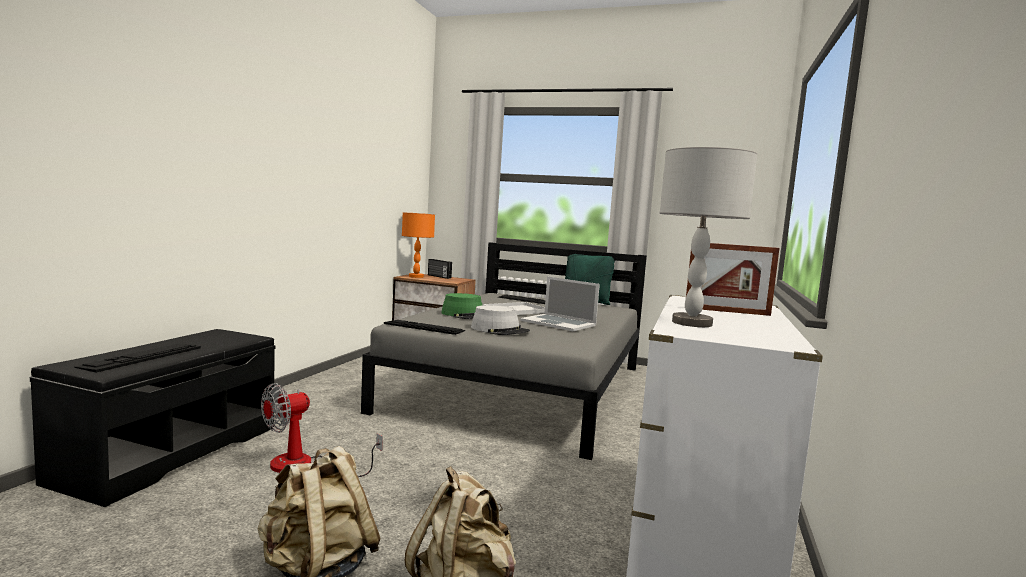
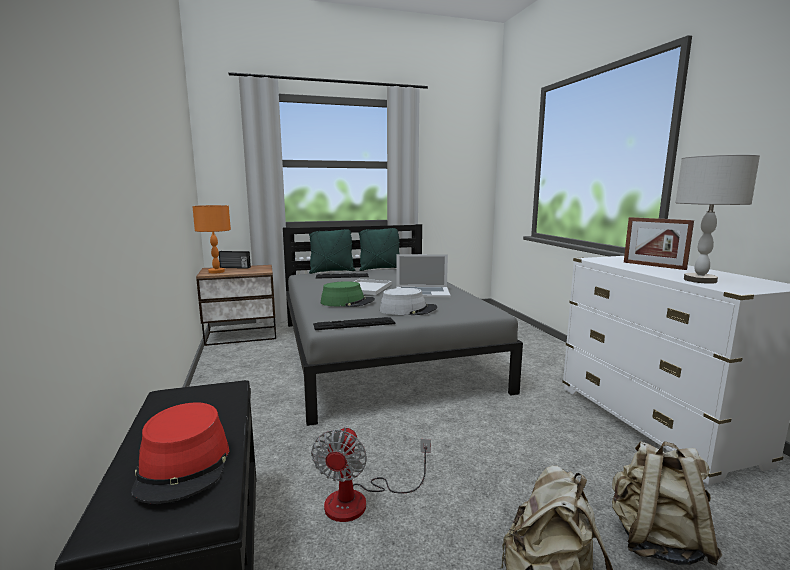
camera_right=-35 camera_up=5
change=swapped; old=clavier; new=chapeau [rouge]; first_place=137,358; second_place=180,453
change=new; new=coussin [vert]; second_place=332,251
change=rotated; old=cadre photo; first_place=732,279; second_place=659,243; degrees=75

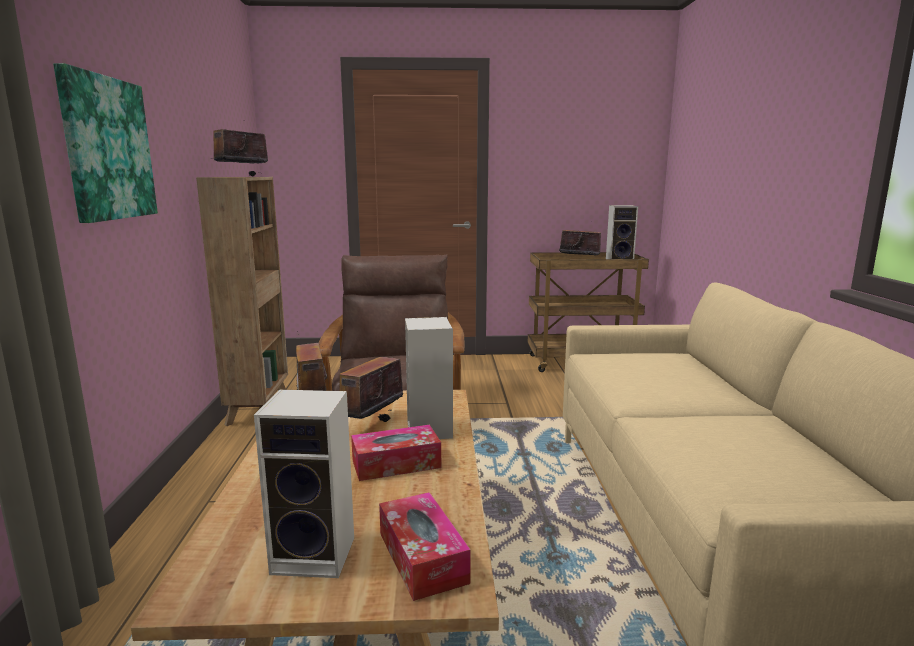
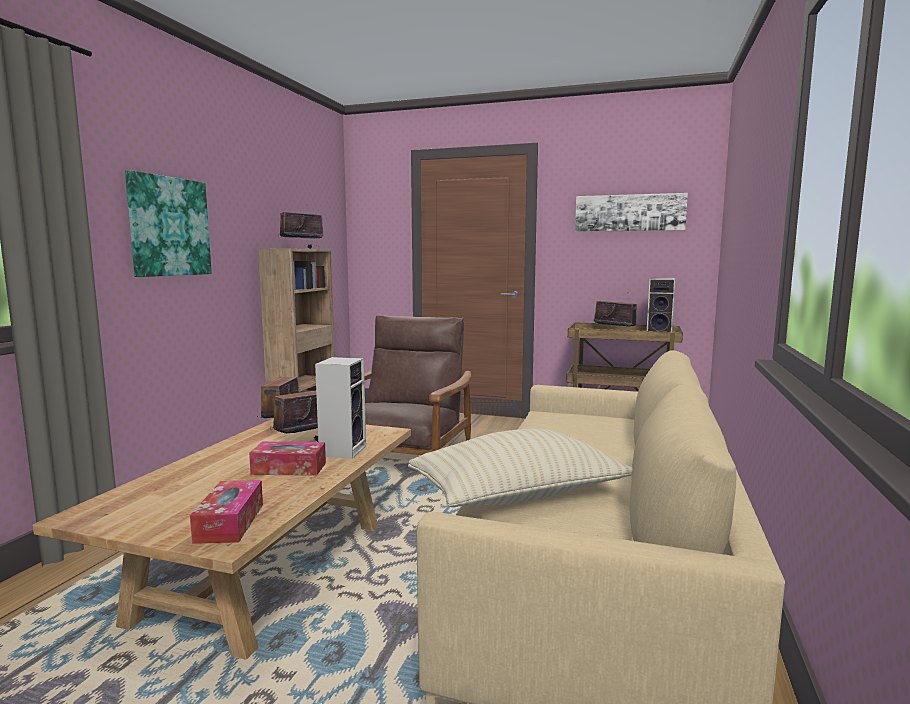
camera_right=20 camera_up=-5
change=new; new=coussin [beige]; second_place=520,467
change=new; new=tableau; second_place=631,212
change=gone; old=enceinte; first_place=304,483

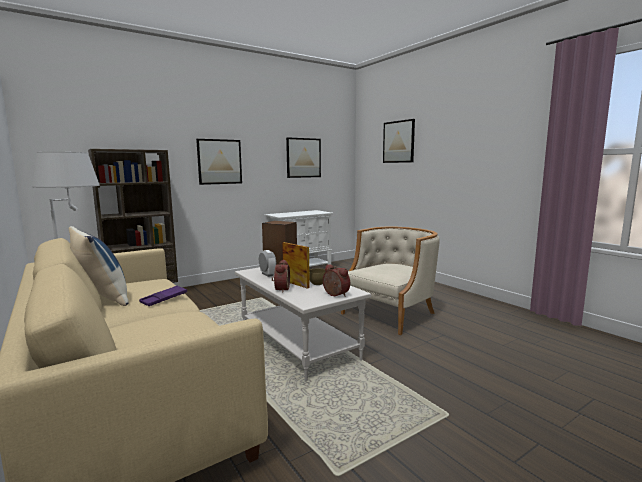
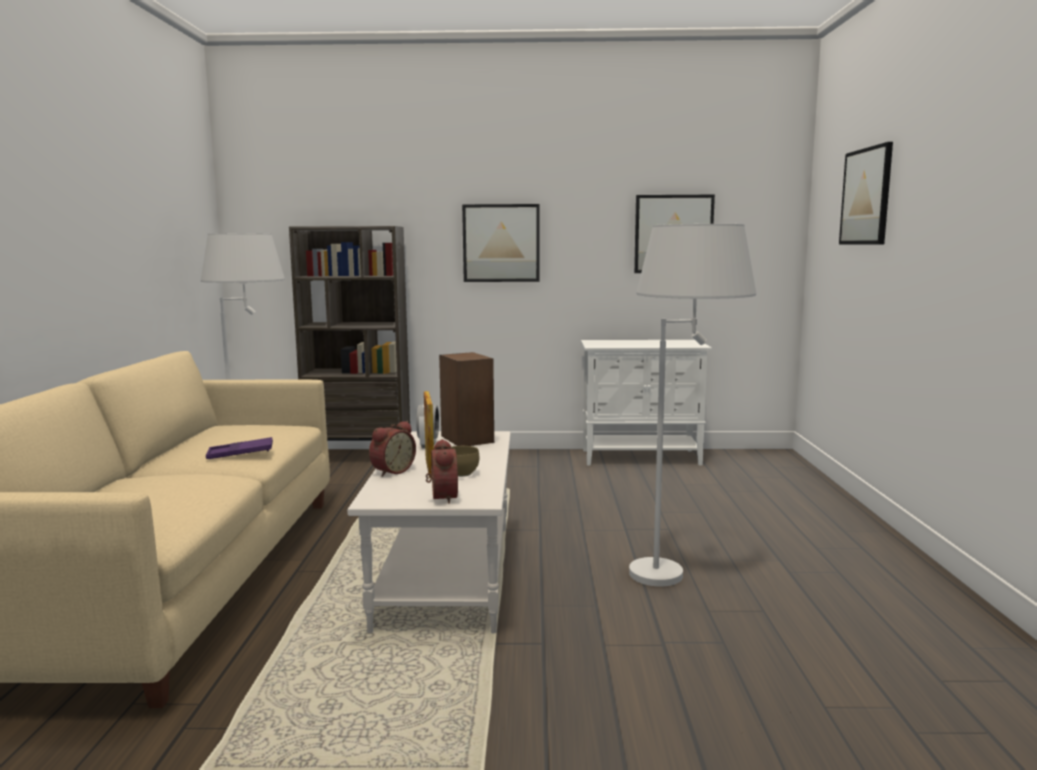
camera_right=35 camera_up=0
change=swapped; old=fauteuil [beige]; new=lampadaire [blanc]; first_place=390,280; second_place=692,405
change=gone; old=coussin [bleu]; first_place=99,266

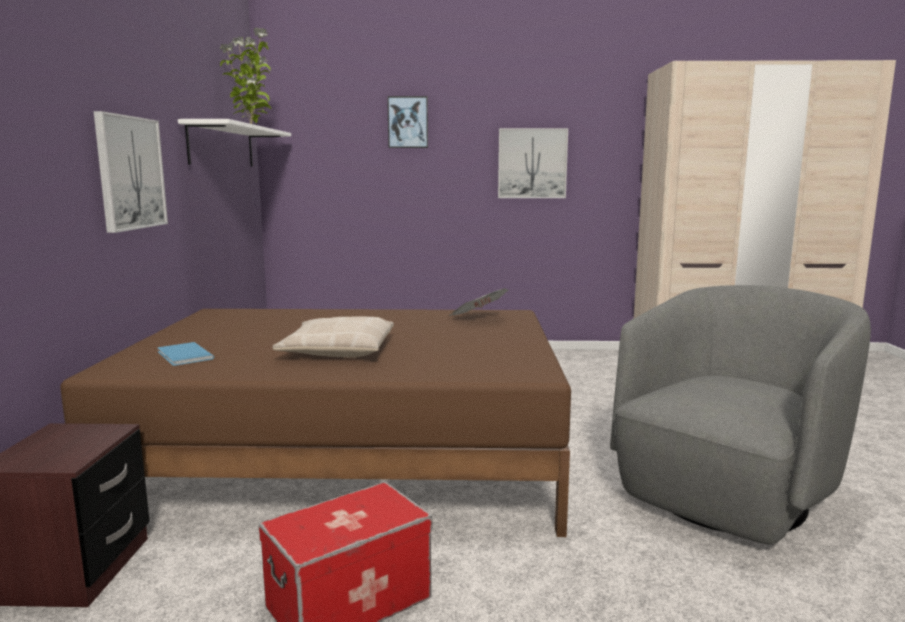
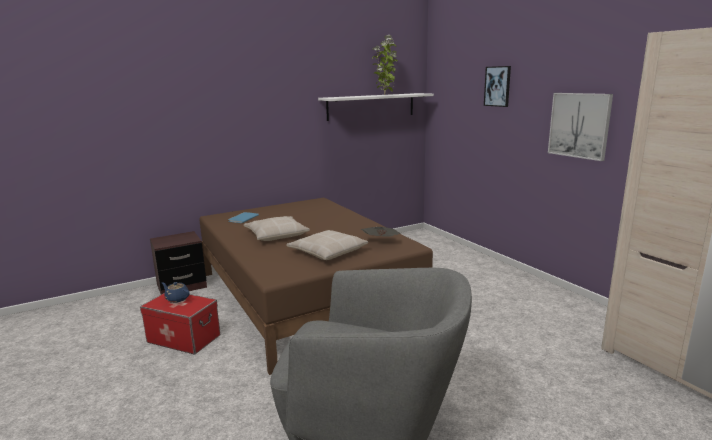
camera_right=60 camera_up=5
change=new; new=théière [bleu]; second_place=176,292
change=new; new=coussin [beige]; second_place=327,245
change=gone; old=tableau; first_place=130,172

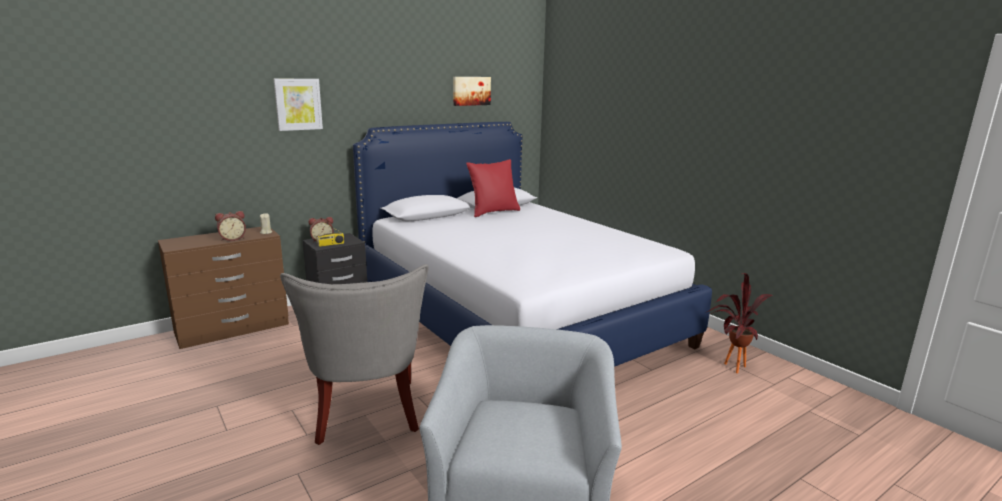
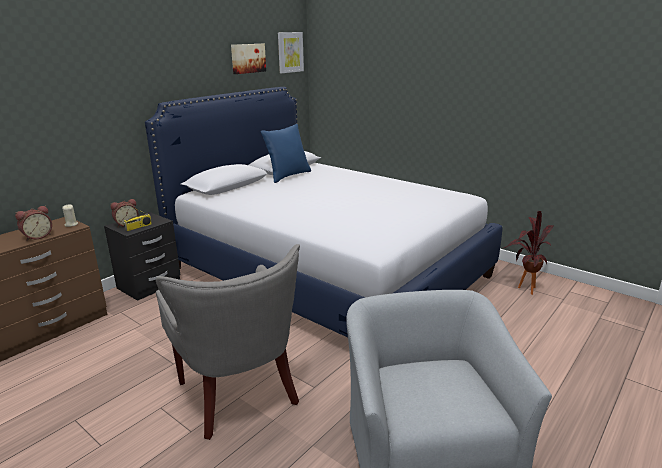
camera_right=-15 camera_up=5
change=repainted; old=coussin [rouge]; new=coussin [bleu]; first_place=493,188; second_place=286,153
change=shifted; old=tableau; first_place=298,105; second_place=291,52

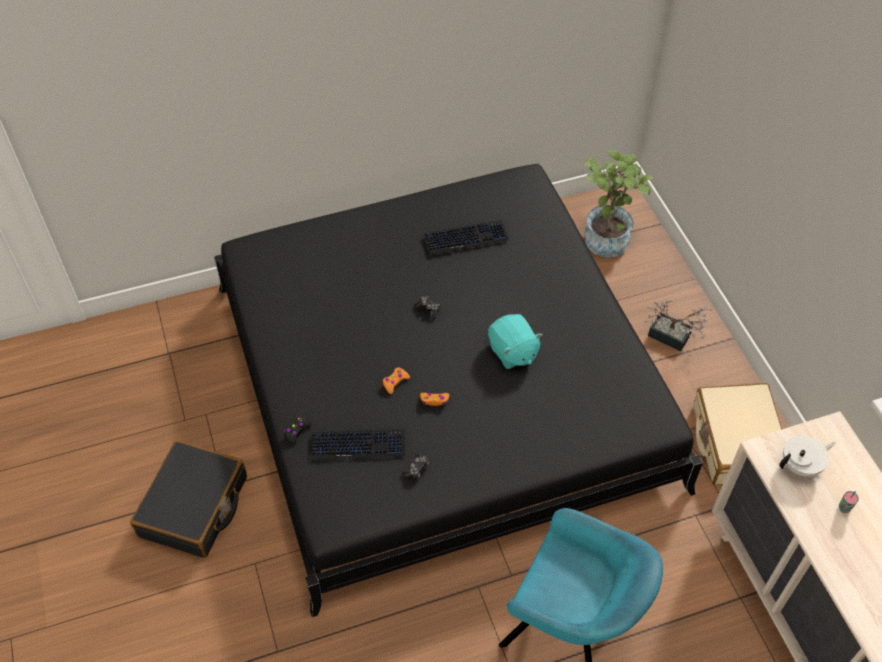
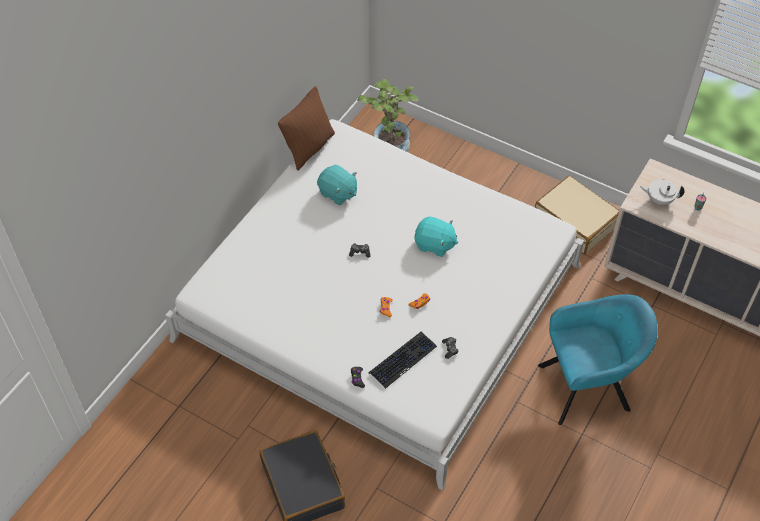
camera_right=-40 camera_up=0
change=repainted; old=lit [noir]; new=lit [blanc]; first_place=458,390; second_place=374,305
change=new; new=coussin [marron]; second_place=306,128
change=swapped; old=clavier; new=peluche [turquoise]; first_place=466,237; second_place=337,185
change=rotated; old=théière [blanc]; first_place=807,456; second_place=662,192; degrees=-105
change=gone; old=plante en pot; first_place=677,325

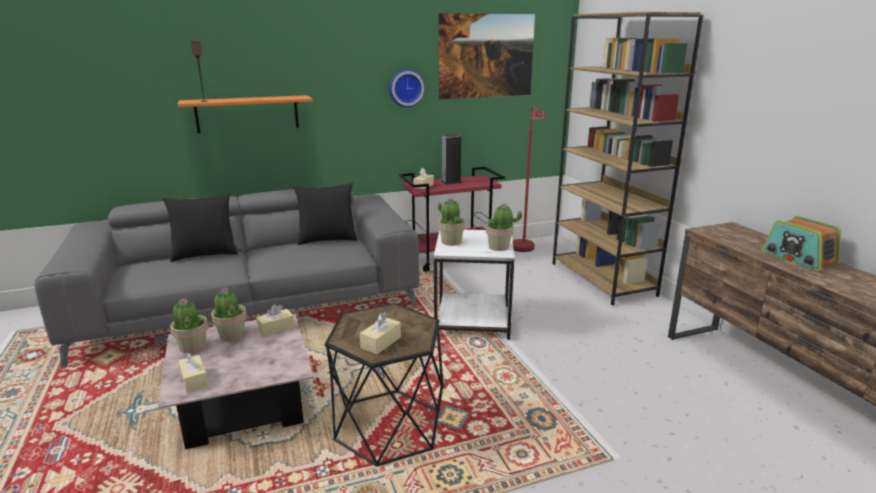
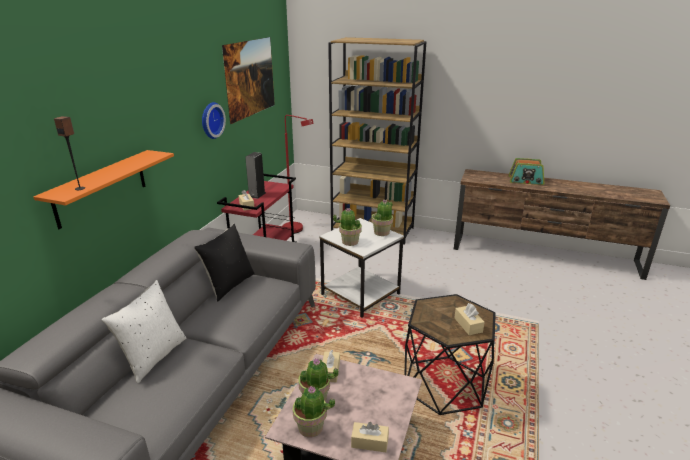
camera_right=-50 camera_up=5
change=repainted; old=coussin [noir]; new=coussin [blanc]; first_place=200,227; second_place=144,331

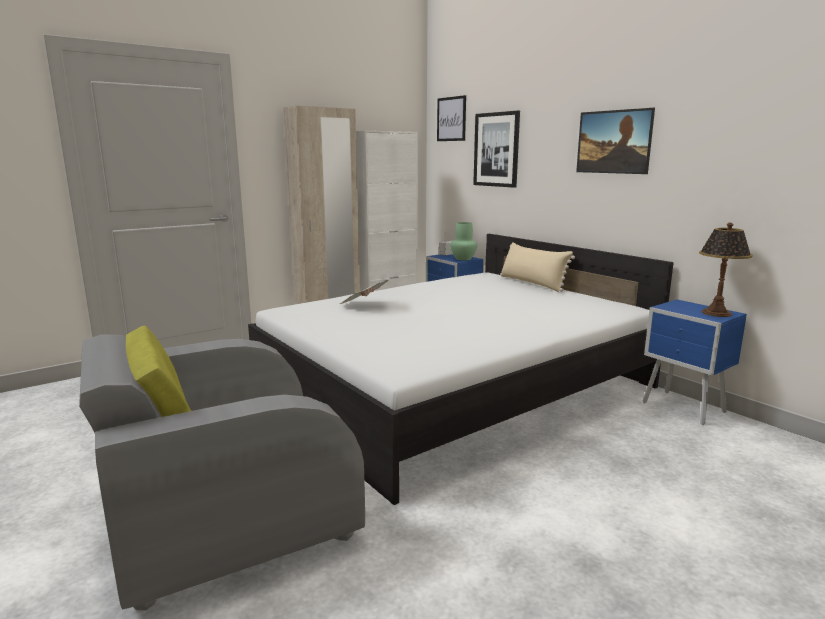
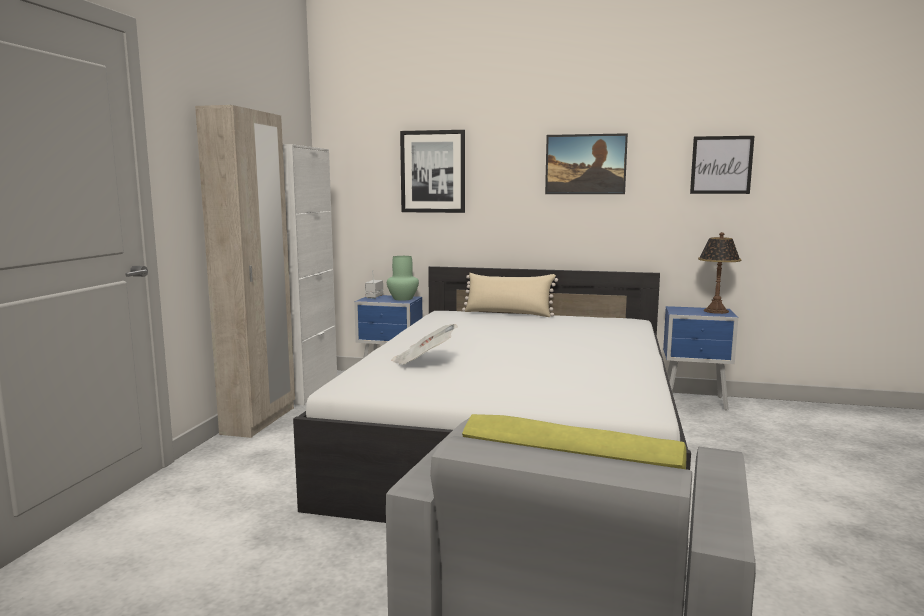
camera_right=-40 camera_up=-5
change=shifted; old=tableau; first_place=451,118; second_place=722,165

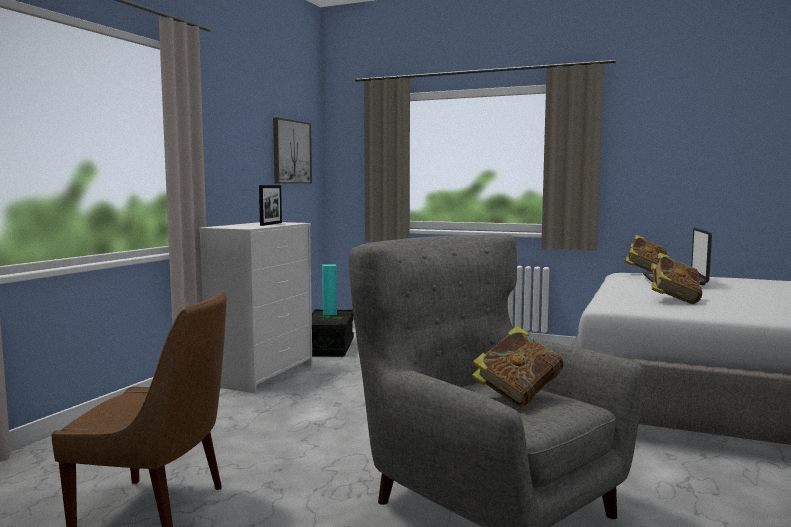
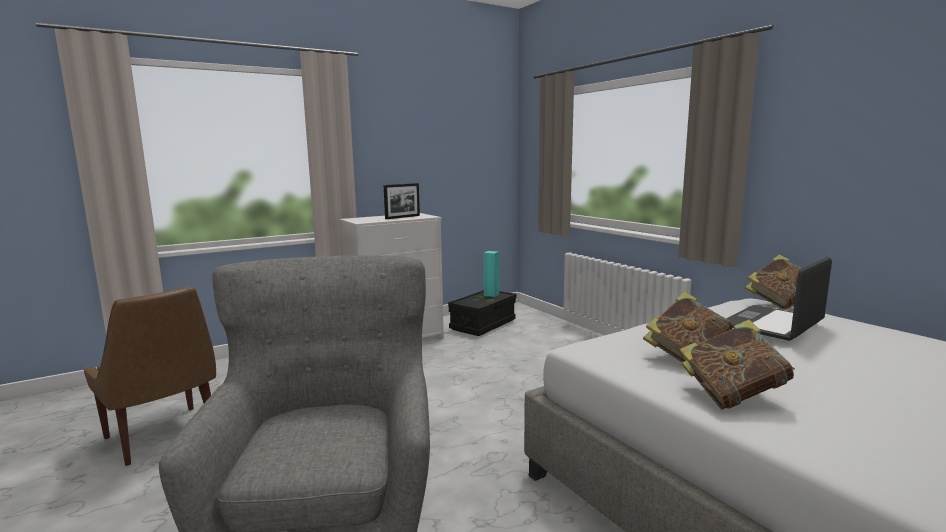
camera_right=35 camera_up=5
change=shifted; old=livre; first_place=518,366; second_place=737,364
change=gone; old=tableau; first_place=292,150

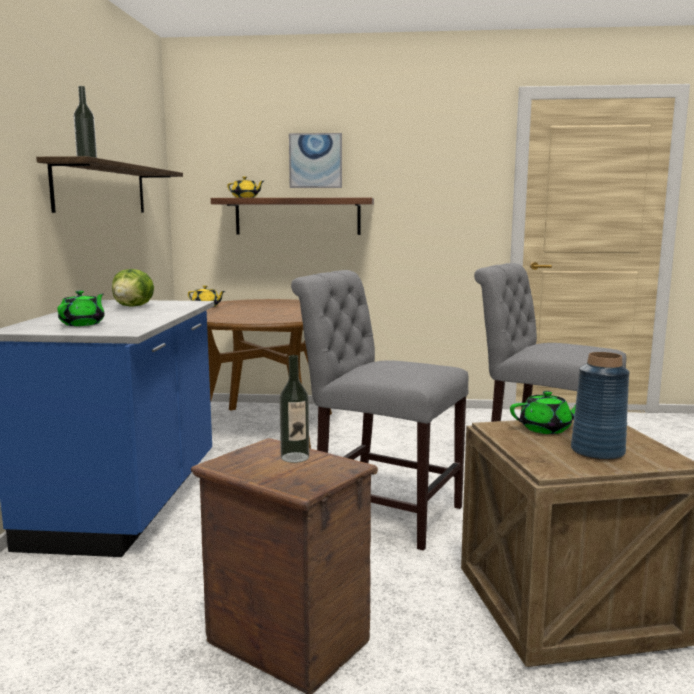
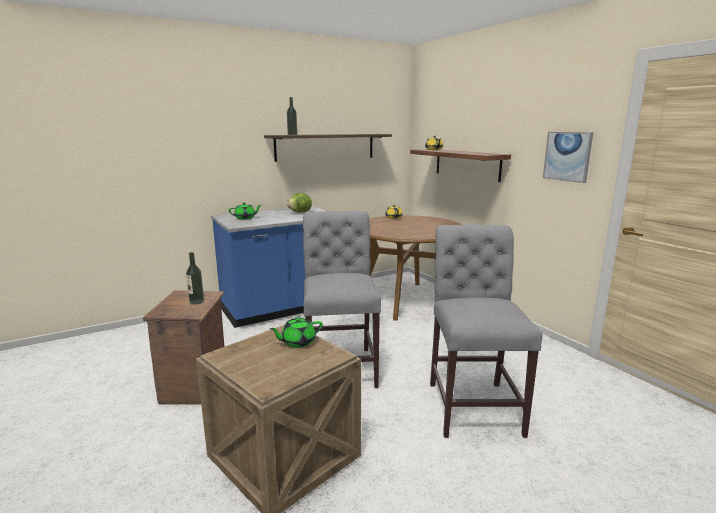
camera_right=55 camera_up=5
change=rotated; old=théière [vert]; first_place=543,412; second_place=296,332; degrees=105
change=shifted; old=tableau; first_place=315,160; second_place=568,157
change=gone; old=vase [bleu]; first_place=600,406

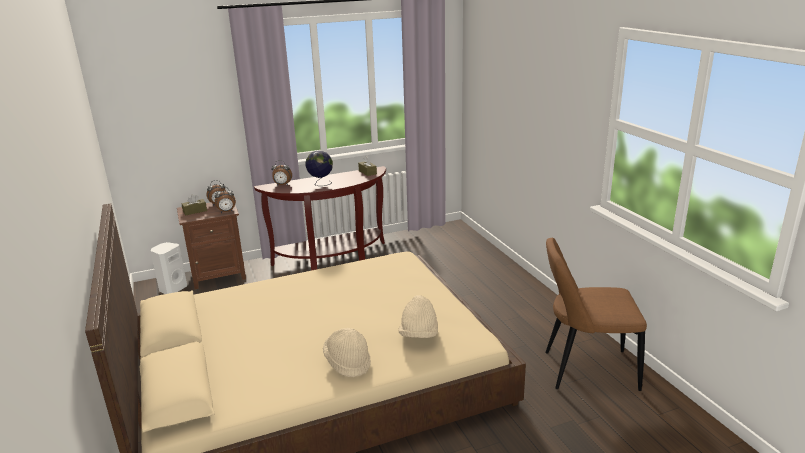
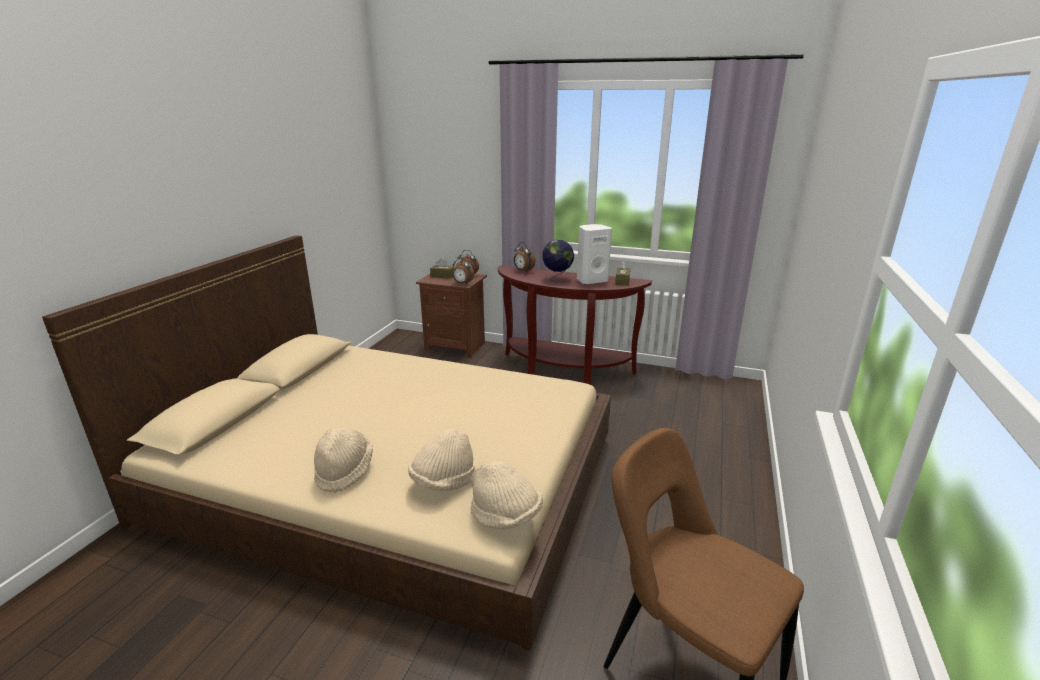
camera_right=40 camera_up=0
change=new; new=chapeau [beige]; second_place=506,495
change=shifted; old=enceinte [blanc]; first_place=168,268; second_place=594,254

